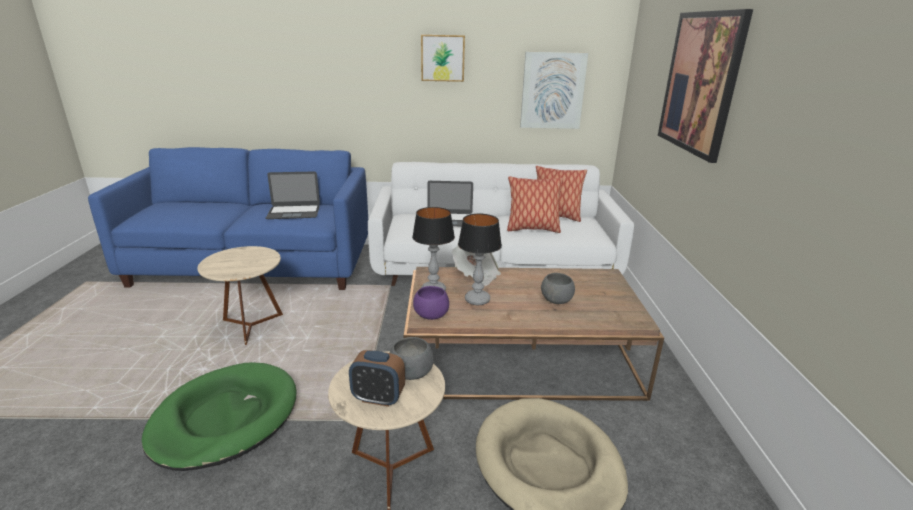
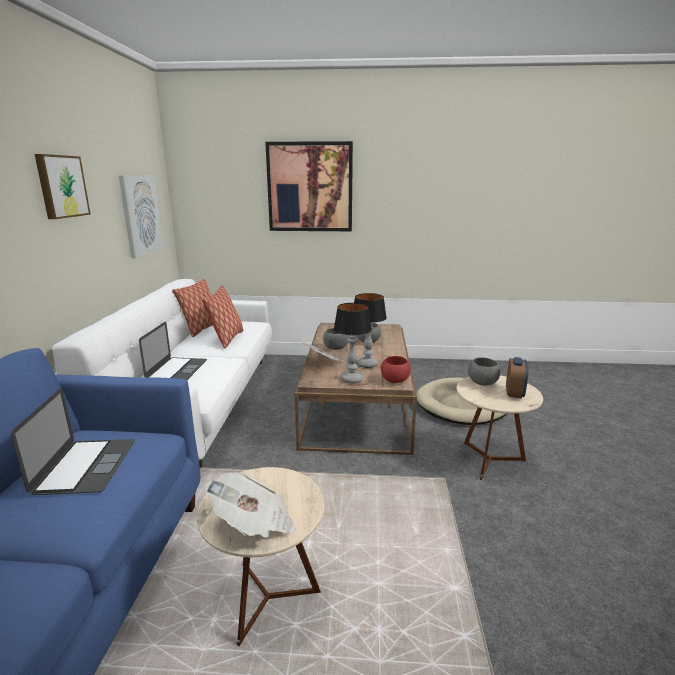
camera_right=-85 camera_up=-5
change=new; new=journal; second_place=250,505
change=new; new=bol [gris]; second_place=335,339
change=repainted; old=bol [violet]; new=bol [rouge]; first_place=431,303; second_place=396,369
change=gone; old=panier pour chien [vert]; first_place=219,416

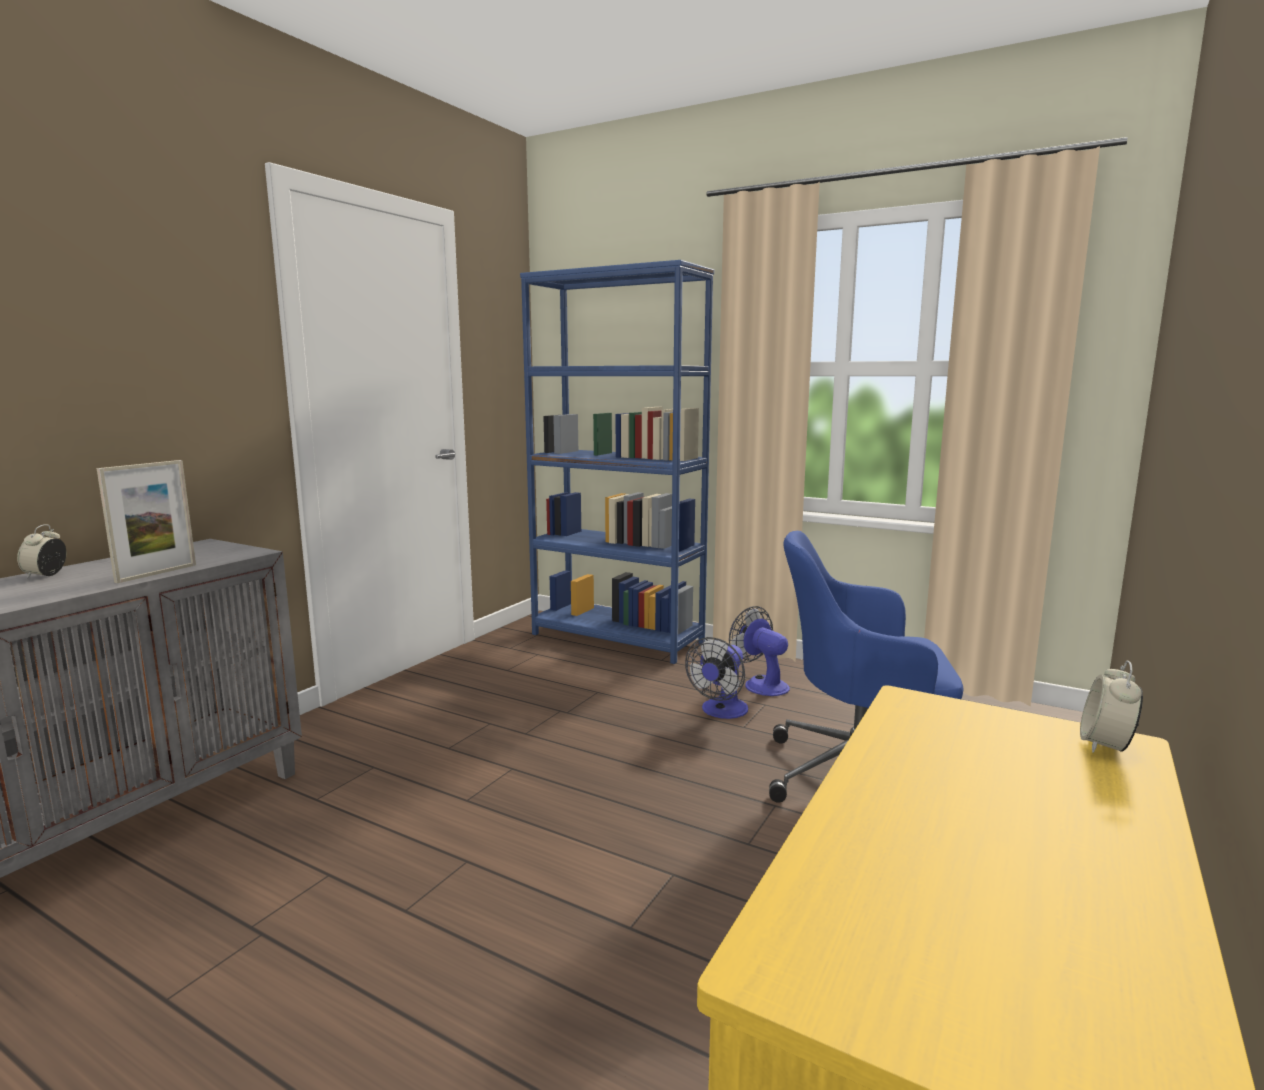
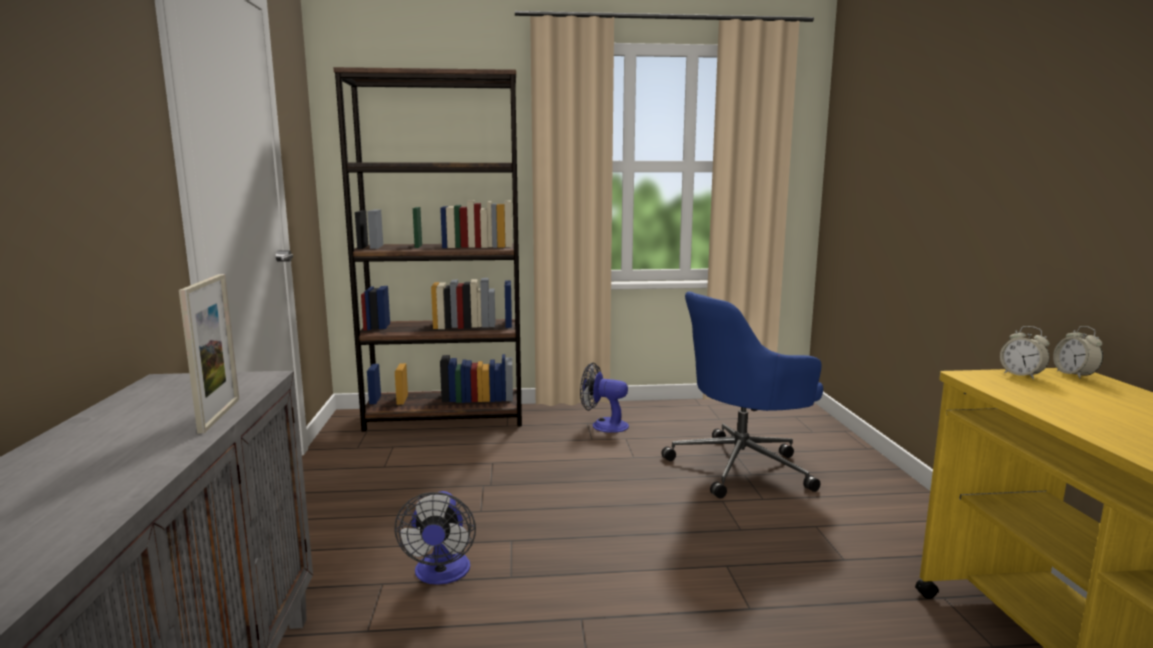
camera_right=-35 camera_up=0
change=repainted; old=bibliothèque [bleu]; new=bibliothèque [marron]; first_place=617,462; second_place=427,249
change=shifted; old=ventilateur; first_place=716,678; second_place=435,538
change=shifted; old=réveil; first_place=41,551; second_place=1025,353

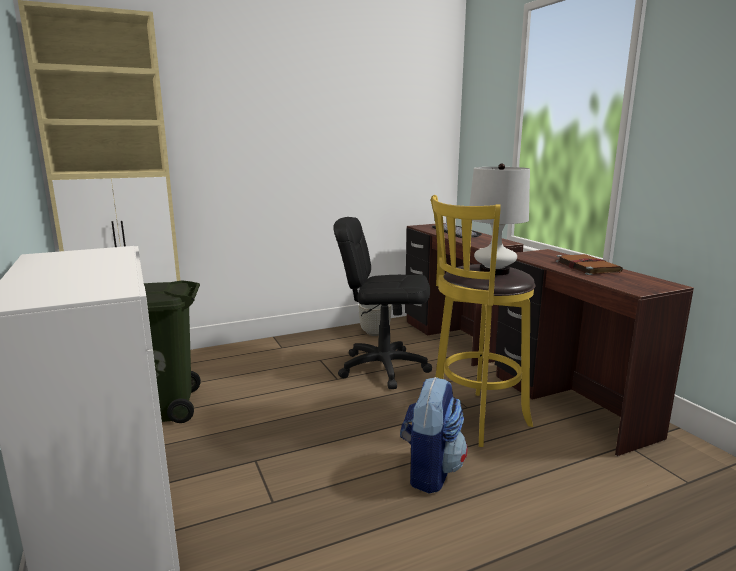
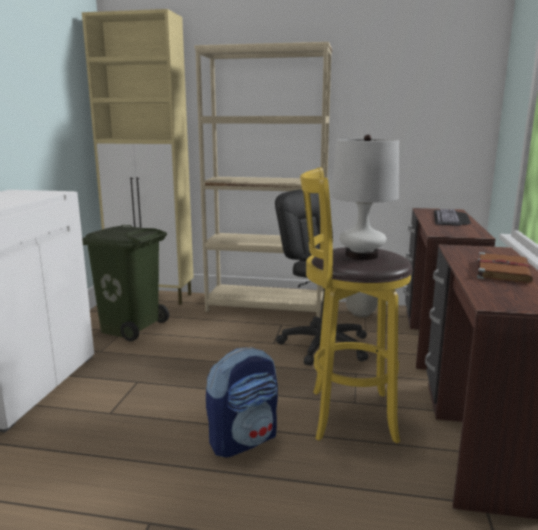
camera_right=35 camera_up=0
change=new; new=bibliothèque [beige]; second_place=263,180

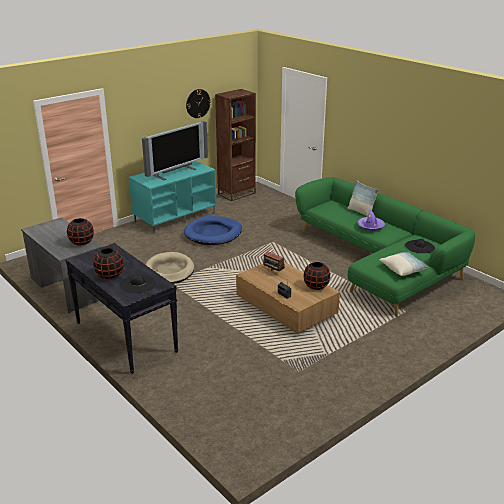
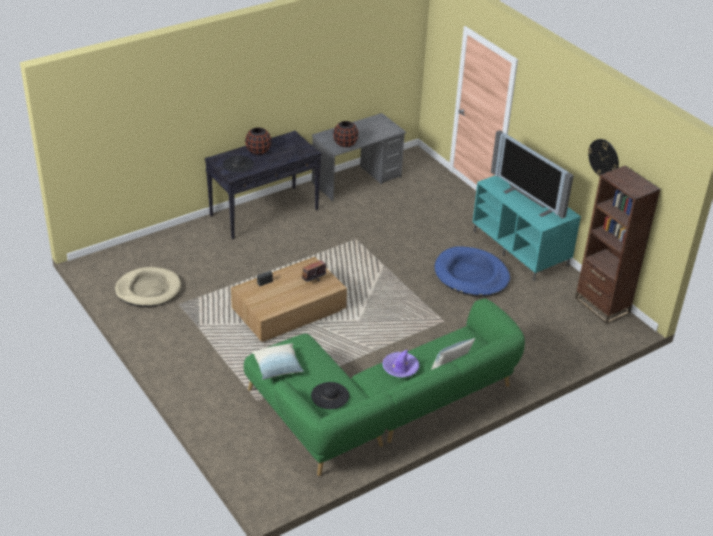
camera_right=95 camera_up=10
change=shifted; old=panier pour chien [beige]; first_place=169,268; second_place=148,287
change=gone; old=vase [noir]; first_place=316,276

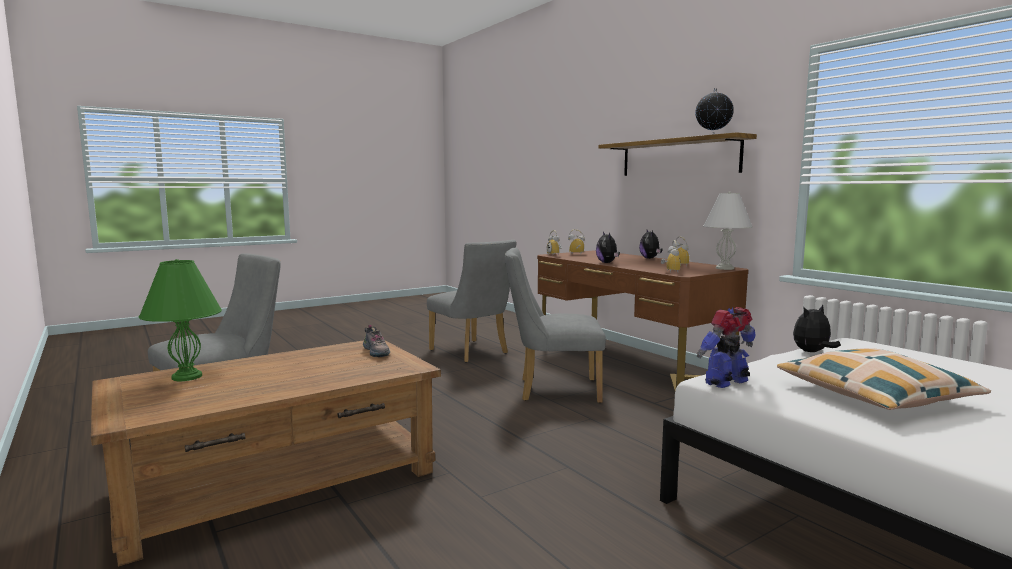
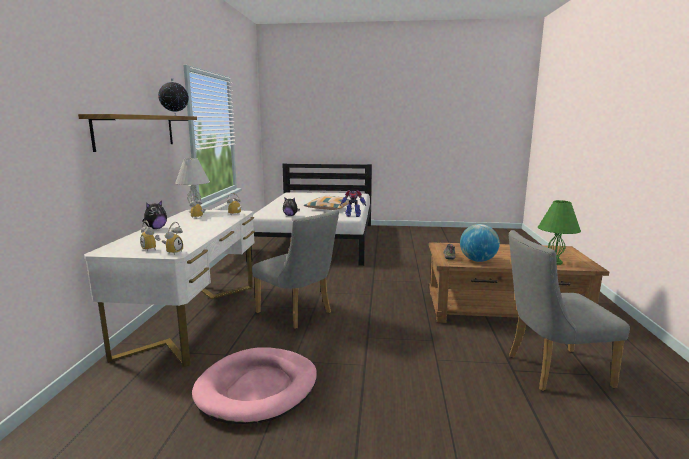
camera_right=-140 camera_up=5
change=repainted; old=bureau [marron]; new=bureau [blanc]; first_place=643,321; second_place=169,288
change=swapped; old=chaise [gris]; new=panier pour chien [rose]; first_place=472,301; second_place=254,385
change=new; new=globe; second_place=480,243
change=gone; old=peluche; first_place=608,247

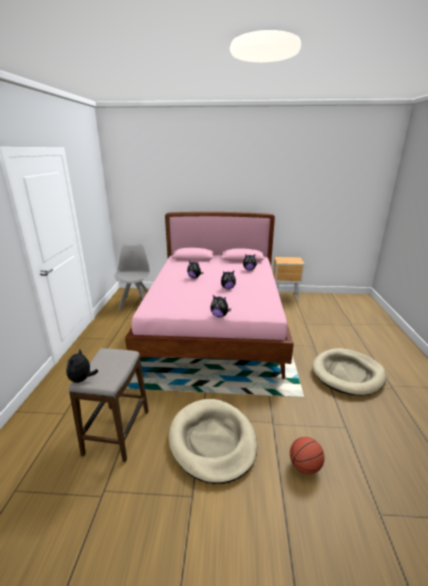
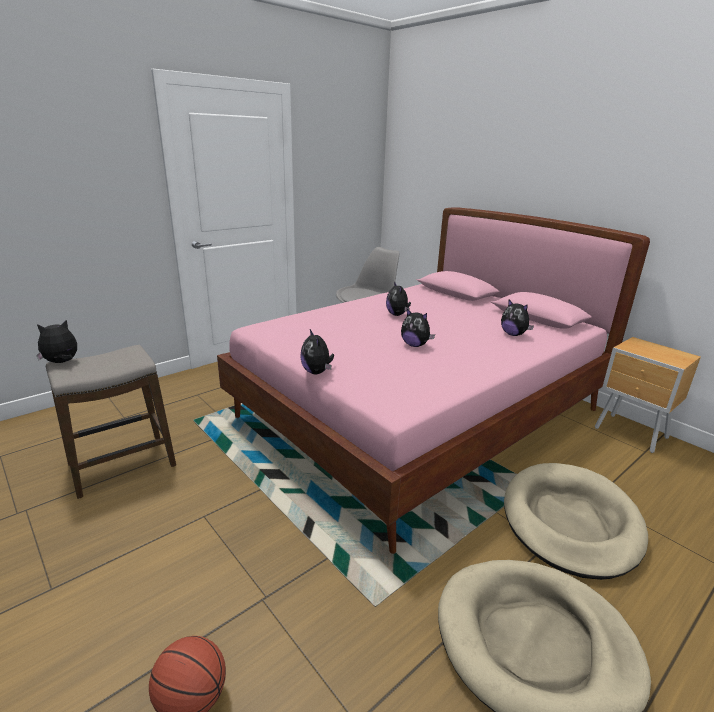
camera_right=45 camera_up=0
change=shifted; old=panier pour chien [beige]; first_place=213,441; second_place=576,521

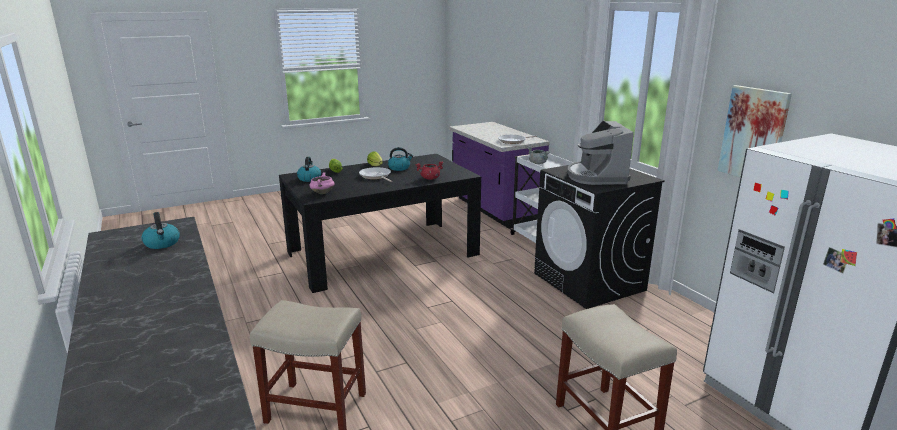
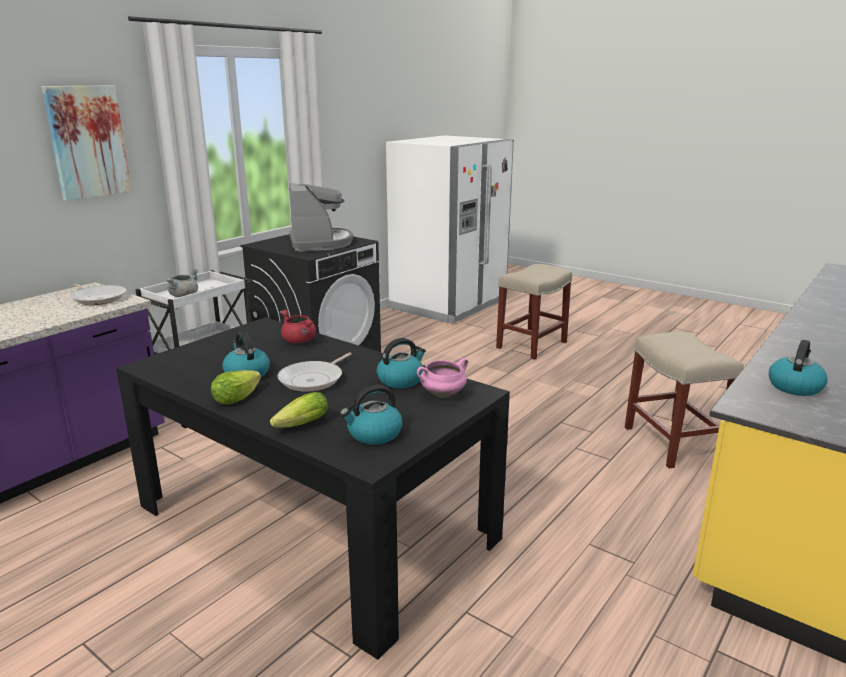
camera_right=-115 camera_up=0
change=shifted; old=tableau; first_place=754,131; second_place=87,143
change=rotated; old=machine à café; first_place=600,153; second_place=321,217; degrees=-75
change=new; new=bouilloire; second_place=401,363

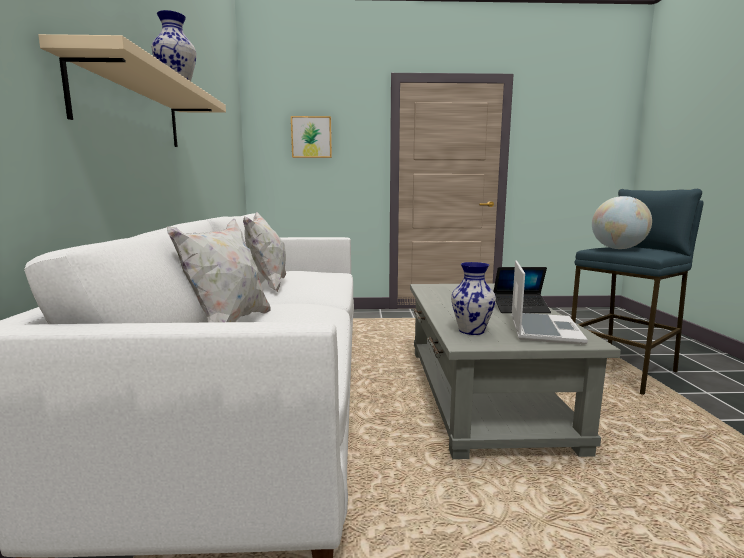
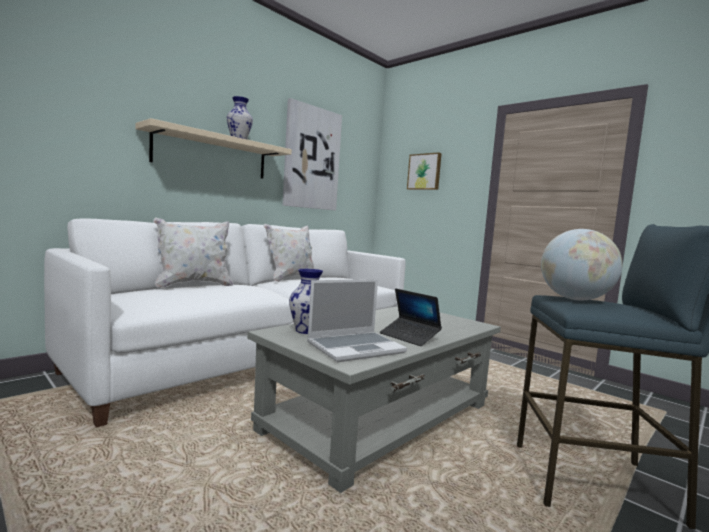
camera_right=45 camera_up=-5
change=new; new=tableau; second_place=312,154

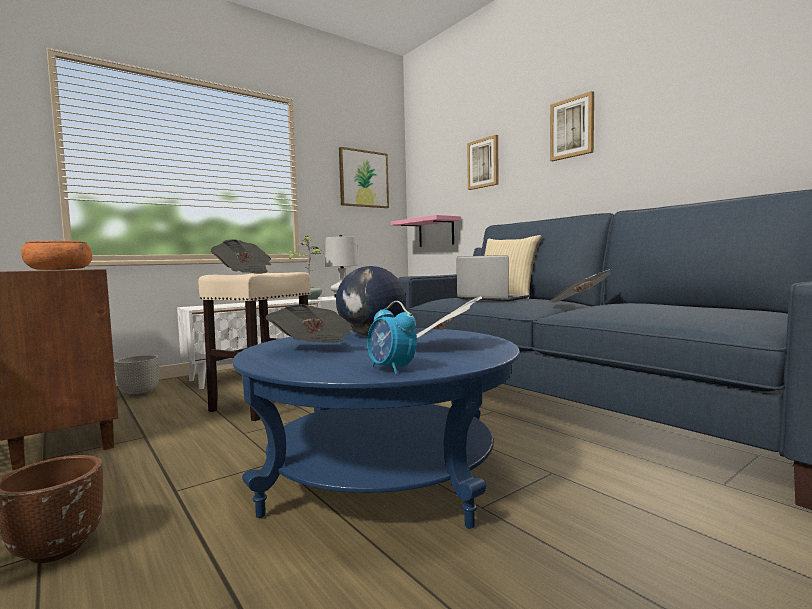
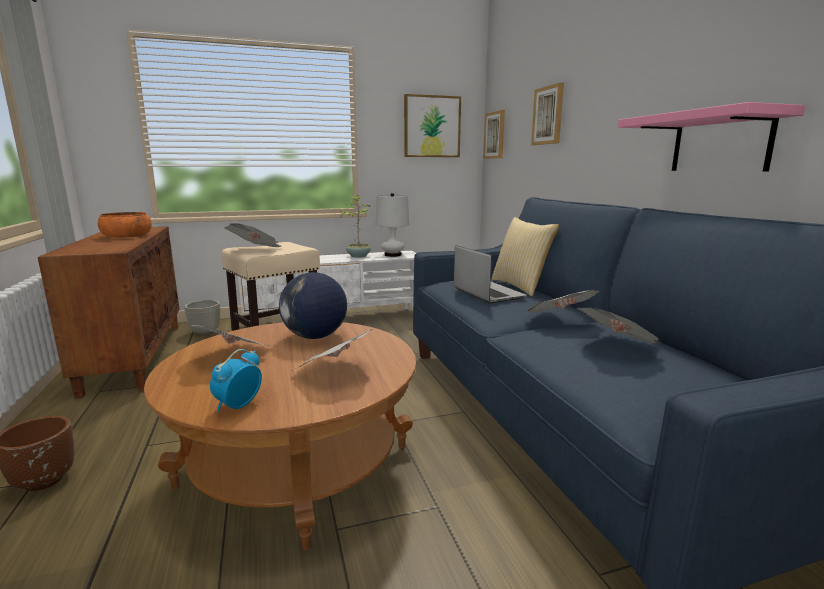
camera_right=20 camera_up=10
change=repainted; old=table basse [bleu]; new=table basse [marron]; first_place=375,428; second_place=280,436
change=rotated; old=réveil; first_place=392,337; second_place=236,380; degrees=45
change=shifted; old=tableau; first_place=572,126; second_place=494,134
change=new; new=journal; second_place=618,325
change=shifted; old=étagère [rose]; first_place=426,231; second_place=711,136

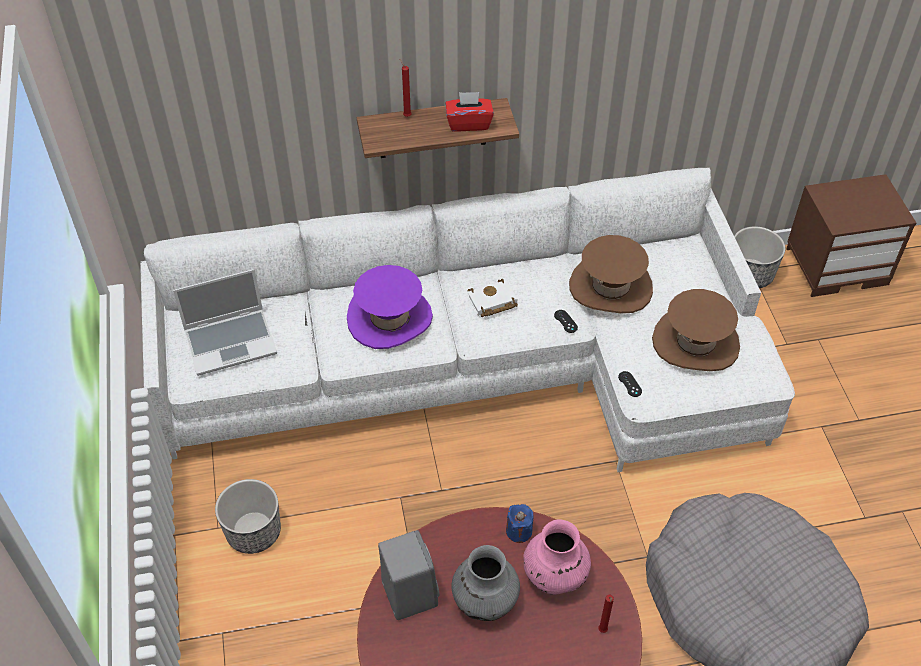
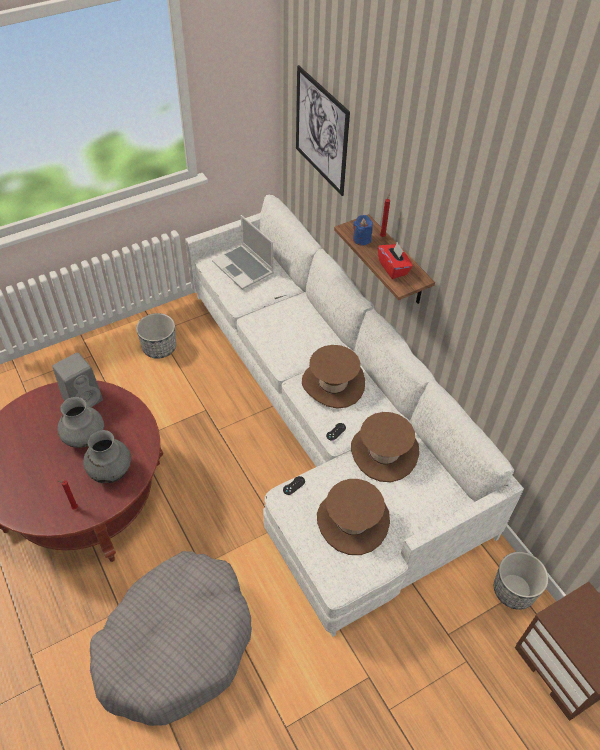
camera_right=70 camera_up=0
change=repainted; old=vase [rose]; new=vase [gris]; first_place=557,557; second_place=107,456
change=new; new=tableau; second_place=323,130
change=swapped; old=livre [blanc]; new=chapeau [marron]; first_place=493,298; second_place=333,377
change=shifted; old=bougie [bleu]; first_place=519,523; second_place=363,230
change=gone; old=chapeau [violet]; first_place=390,307

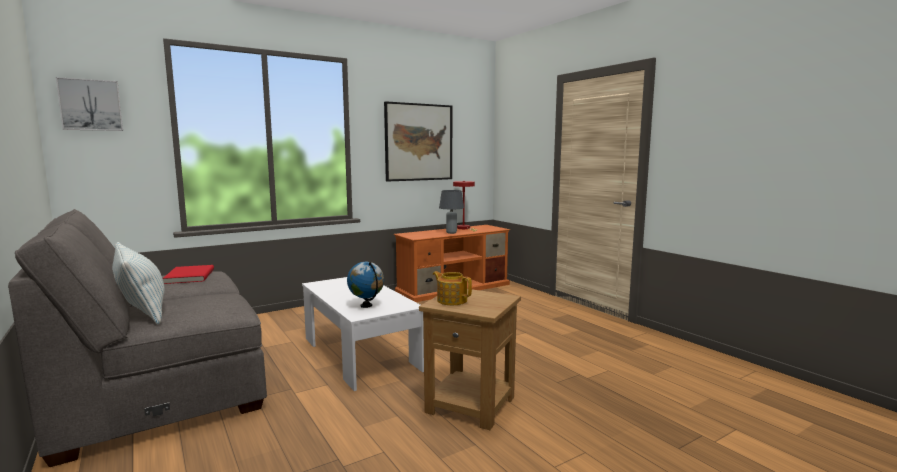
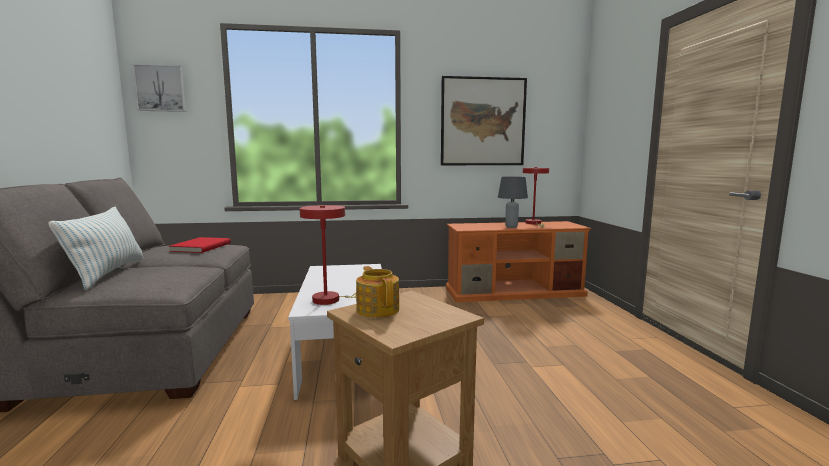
camera_right=25 camera_up=0
change=swapped; old=globe; new=lampe de table [rouge]; first_place=365,285; second_place=328,255

